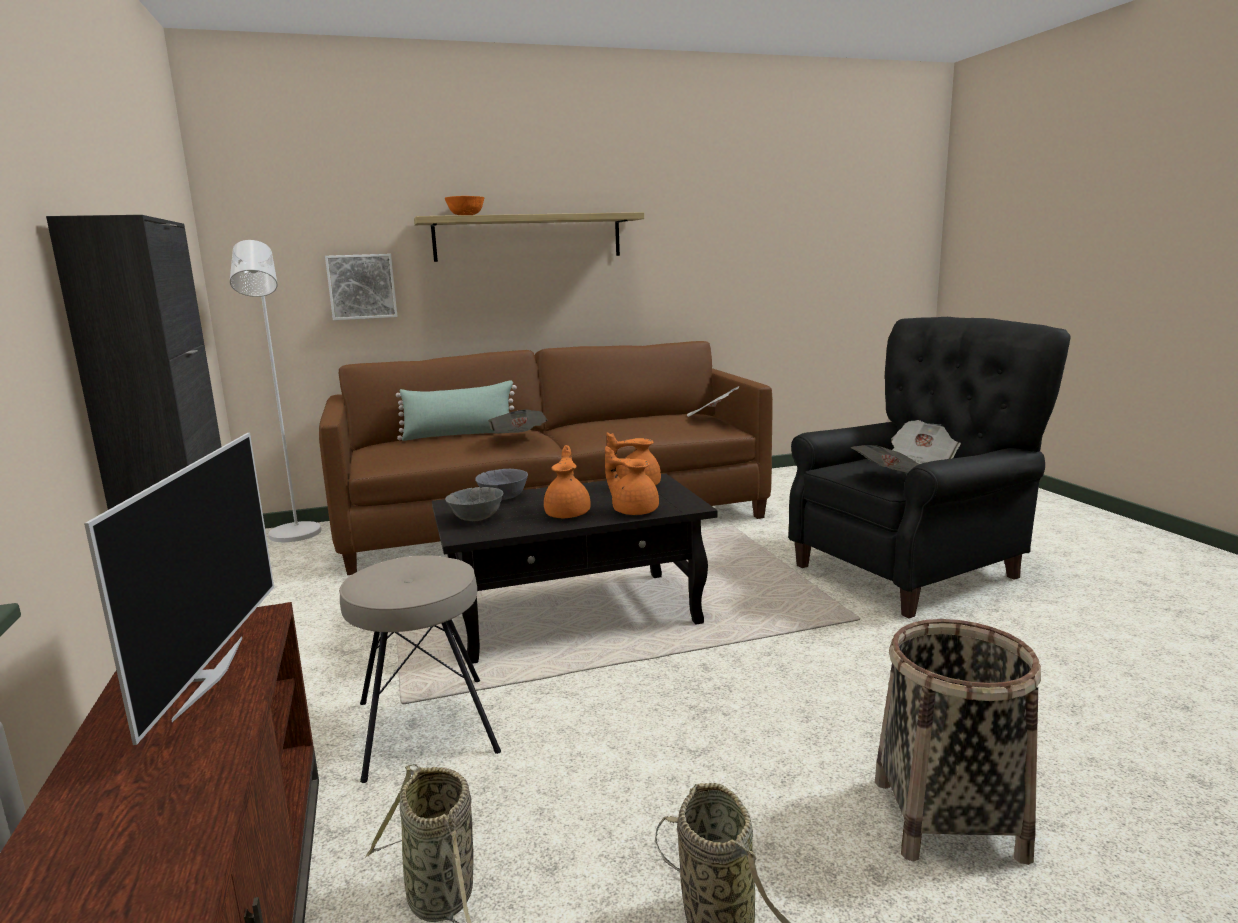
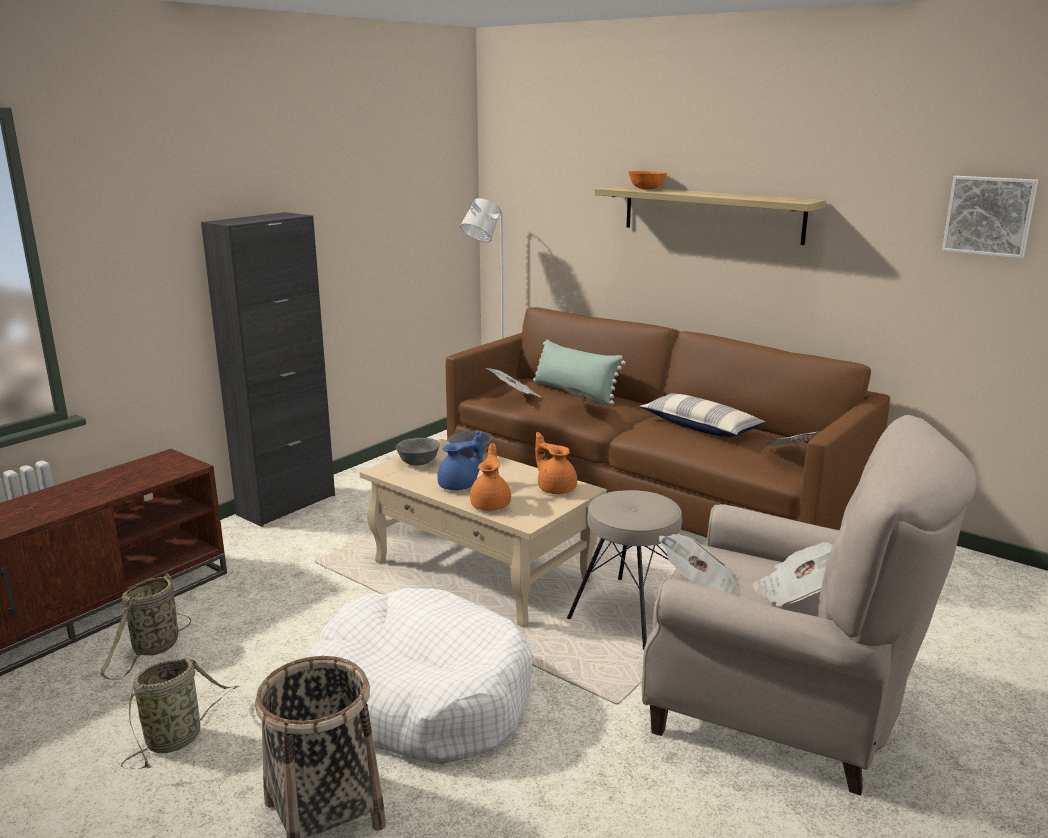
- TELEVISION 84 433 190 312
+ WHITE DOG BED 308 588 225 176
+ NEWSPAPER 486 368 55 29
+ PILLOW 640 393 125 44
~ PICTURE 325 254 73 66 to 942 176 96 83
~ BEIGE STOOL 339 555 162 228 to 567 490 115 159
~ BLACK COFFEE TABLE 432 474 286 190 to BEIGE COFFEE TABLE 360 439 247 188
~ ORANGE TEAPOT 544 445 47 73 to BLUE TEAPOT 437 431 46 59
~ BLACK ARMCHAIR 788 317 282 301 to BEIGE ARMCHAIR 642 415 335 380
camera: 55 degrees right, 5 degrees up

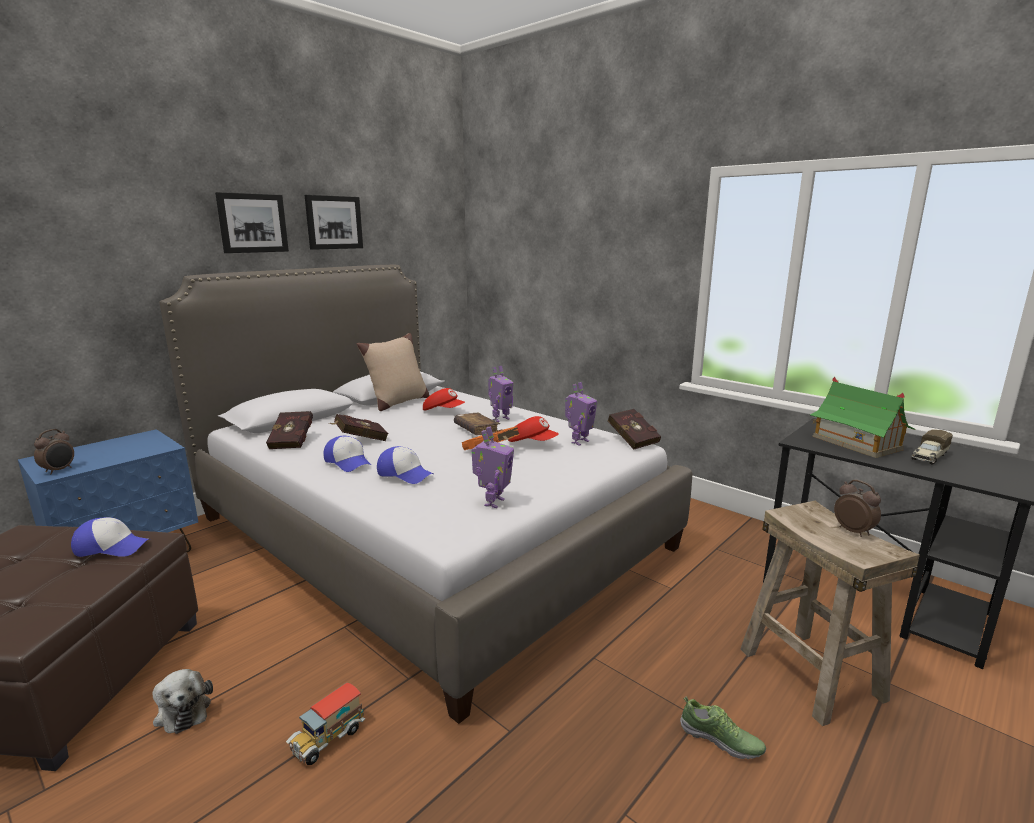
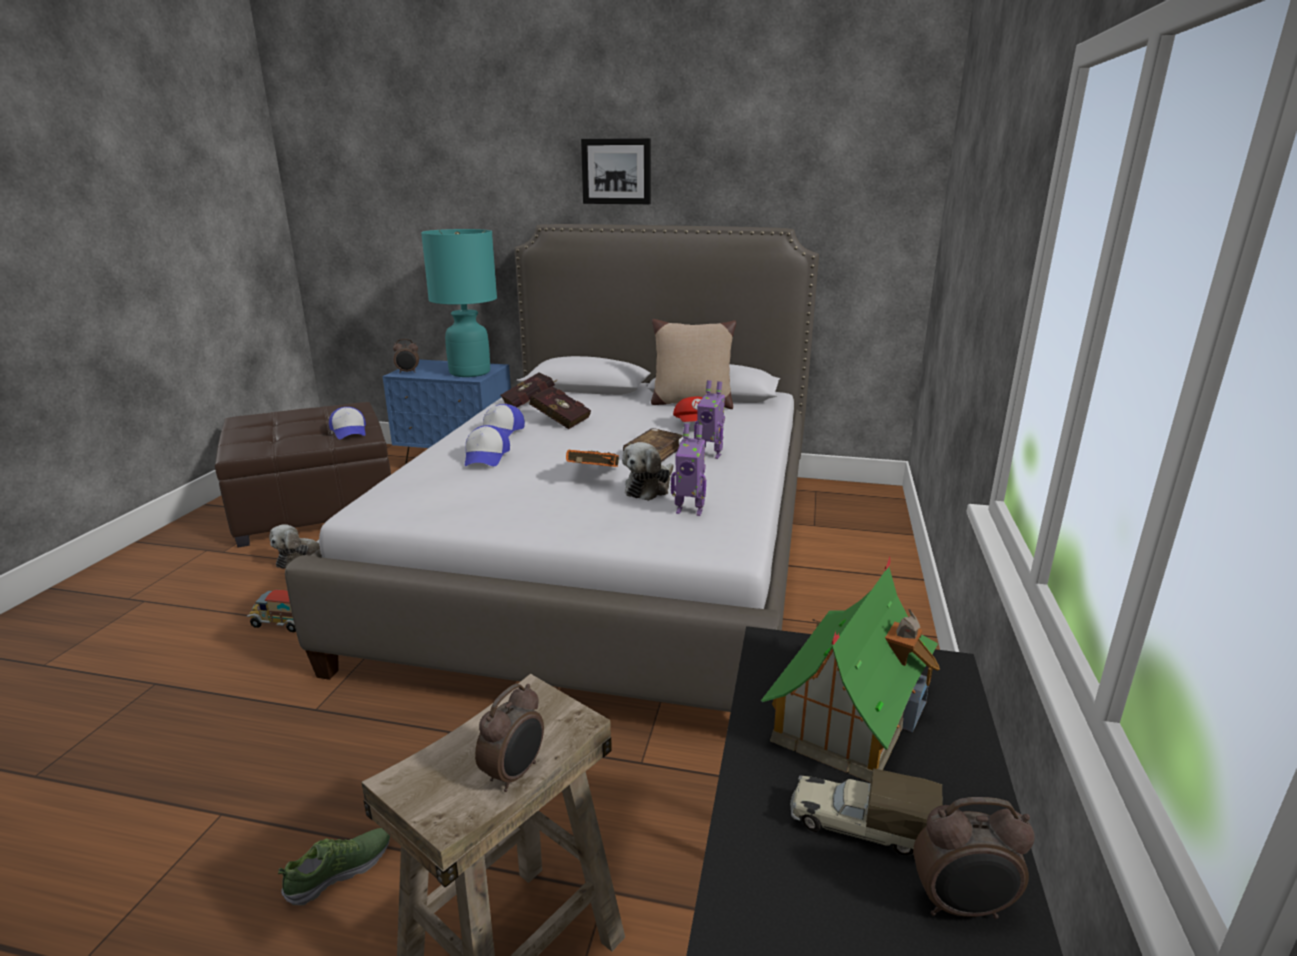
- PICTURE 305 195 58 55
- TOY ROBOT 472 427 42 81
- RED BOOK 608 409 53 41
+ TURQUOISE TABLE LAMP 421 229 76 148
+ ALARM CLOCK 913 797 122 122
~ RED CAP 508 416 51 26 to PLUSH TOY 622 442 52 59
~ SHOE 680 696 86 63 = 278 828 112 78 135 degrees counterclockwise
camera: 60 degrees right, 5 degrees up

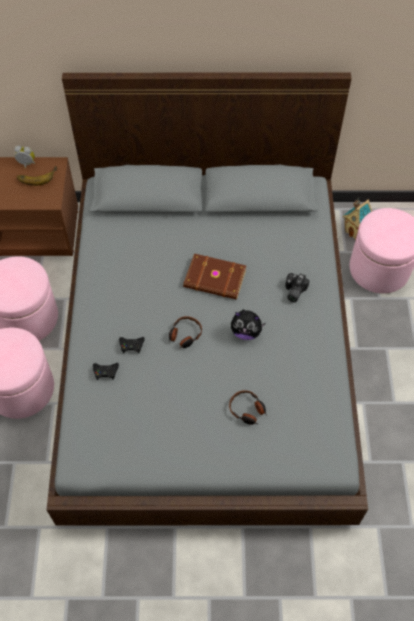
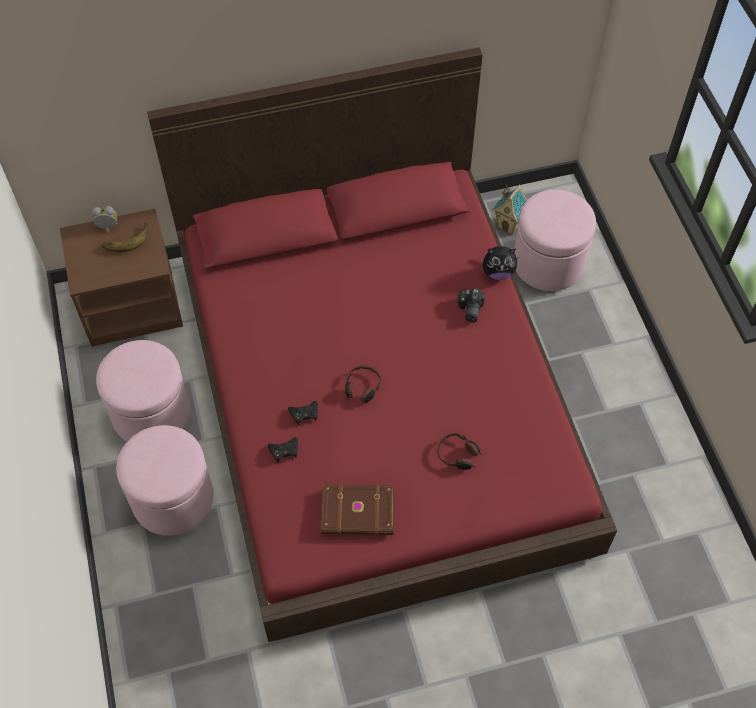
~ BROWN BOOK 183 254 63 46 to 320 484 74 51
~ PLUSH TOY 231 309 35 31 to 483 246 35 34
~ GREY BED 46 72 322 454 to RED BED 147 47 470 595
camera: 15 degrees left, 0 degrees up

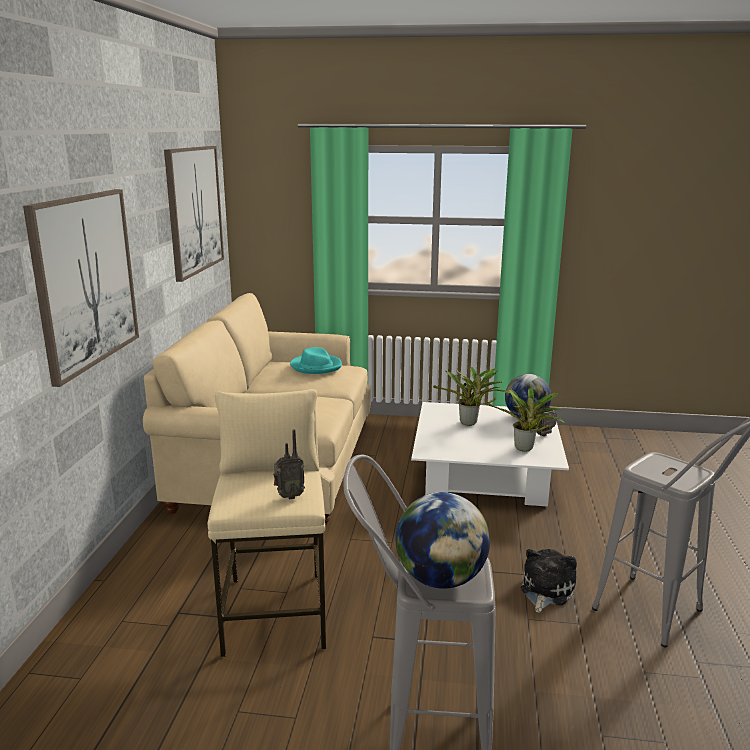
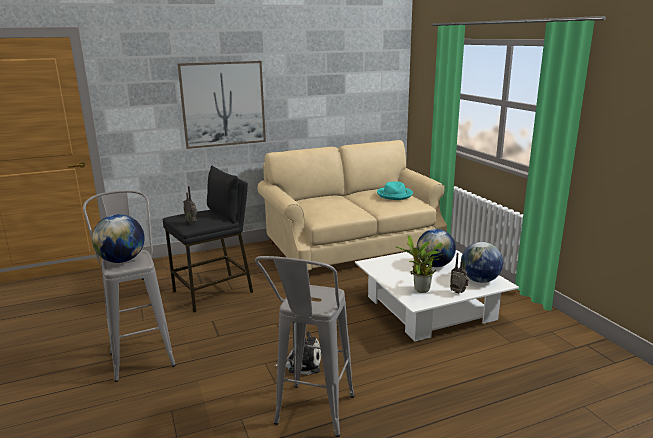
- PICTURE 164 146 60 136
~ POTTED PLANT 433 367 78 59 to GLOBE 417 229 39 38
~ BEIGE STOOL 208 389 118 268 to BLACK STOOL 163 166 90 146
camera: 60 degrees right, 0 degrees up

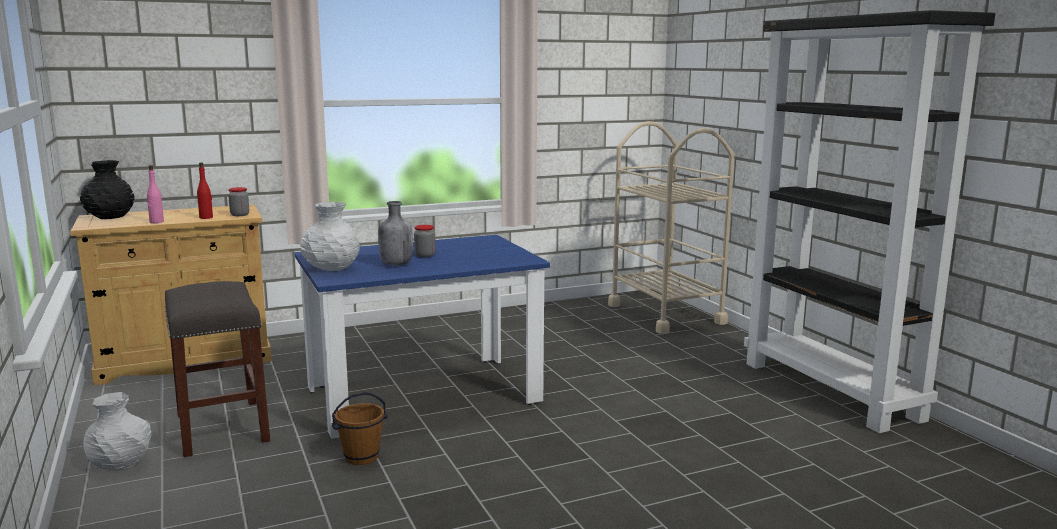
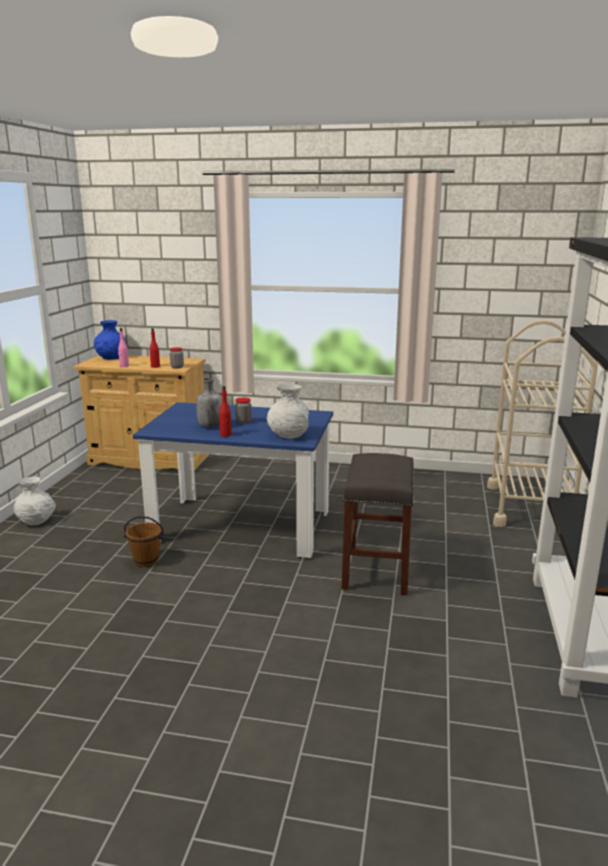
+ RED BOTTLE 219 386 13 51
~ GREY STOOL 165 281 105 176 to 342 453 72 142
~ WHITE VASE 300 202 60 69 to 267 384 42 55
~ BLACK VASE 80 160 55 59 to BLUE VASE 94 320 32 40
camera: 35 degrees right, 5 degrees up

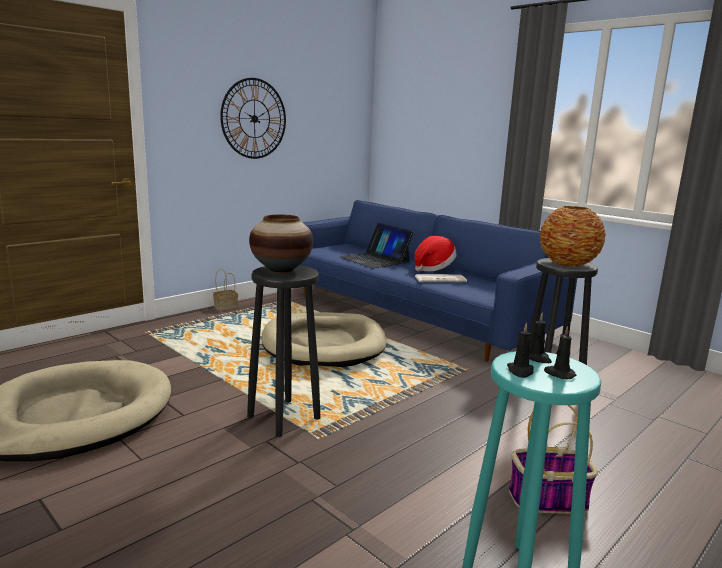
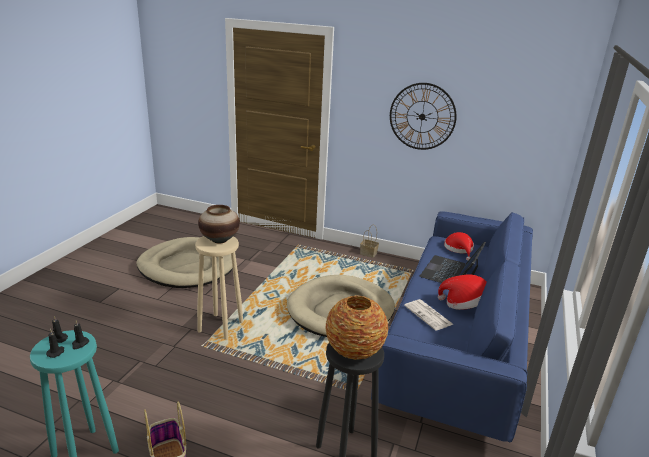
+ RED HAT 444 232 30 29
~ BLACK STOOL 247 265 74 172 to BEIGE STOOL 195 236 48 104
camera: 65 degrees right, 10 degrees up

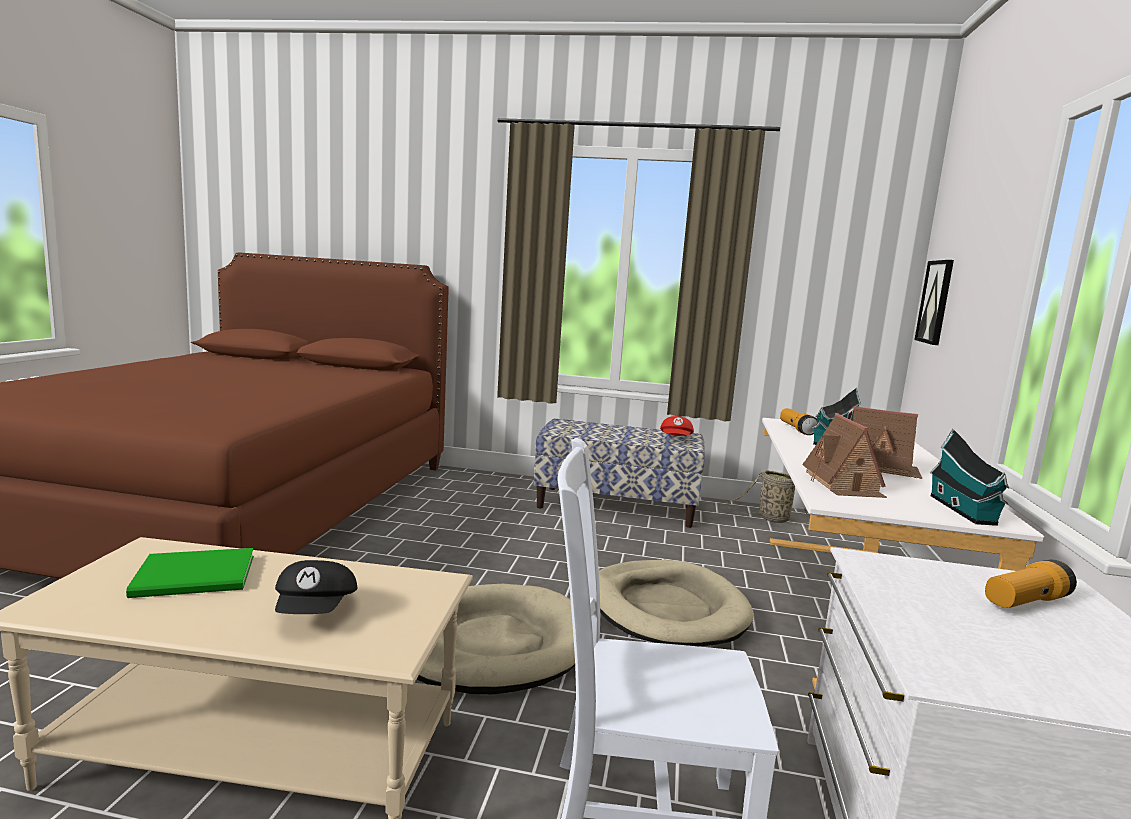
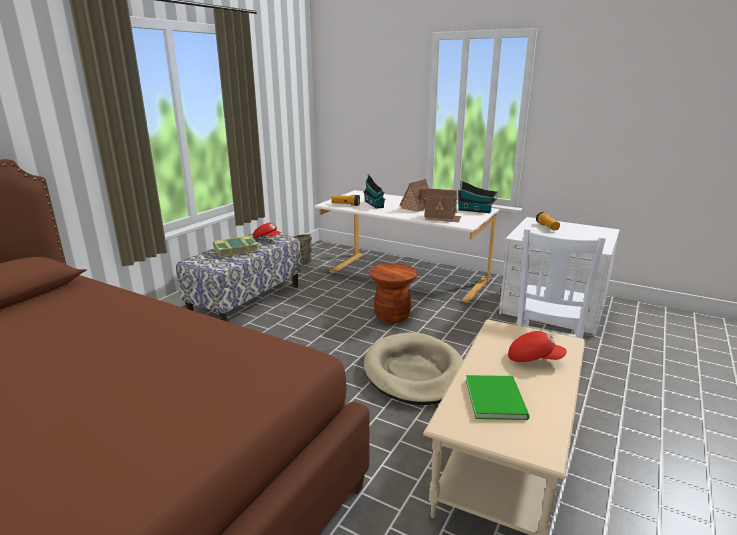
- PICTURE 914 260 40 85
+ BOOK 213 236 46 22
~ BEIGE DOG BED 599 560 155 86 to BROWN STOOL 369 263 49 60
~ BLACK CAP 275 560 82 54 to RED CAP 508 331 59 31
camera: 70 degrees left, 10 degrees up

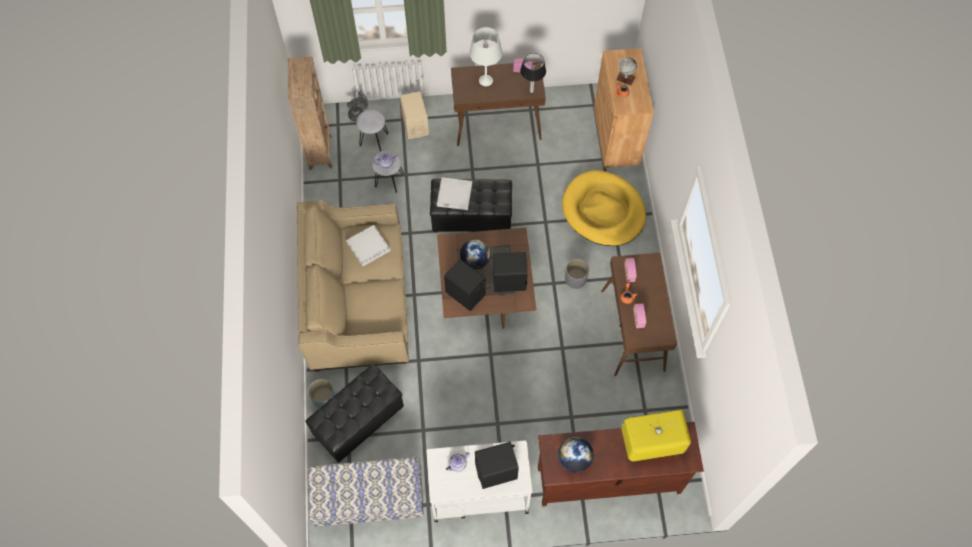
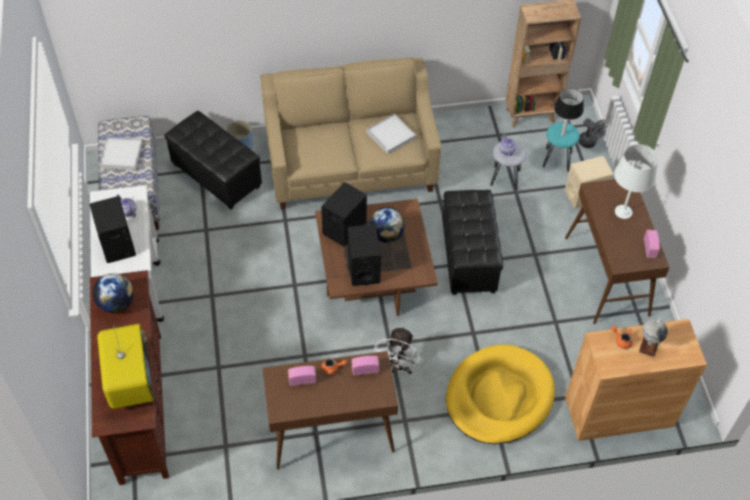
~ WHITE TRAY 437 177 35 33 to 99 137 43 33
~ TABLE LAMP 520 53 26 40 to 554 88 30 48
~ GREY PLANTER 565 259 25 30 to WHITE FAN 373 326 46 48
~ GREY STOOL 356 109 32 43 to TURQUOISE STOOL 543 122 37 50
camera: 85 degrees right, 10 degrees down

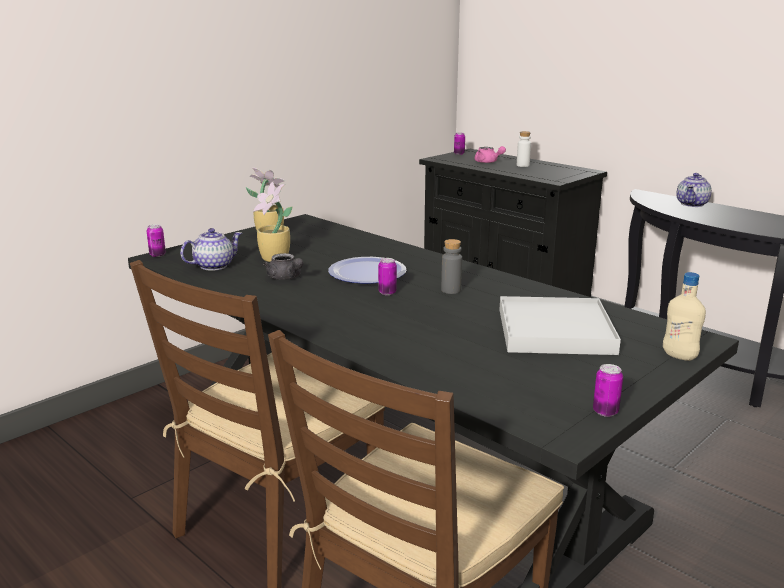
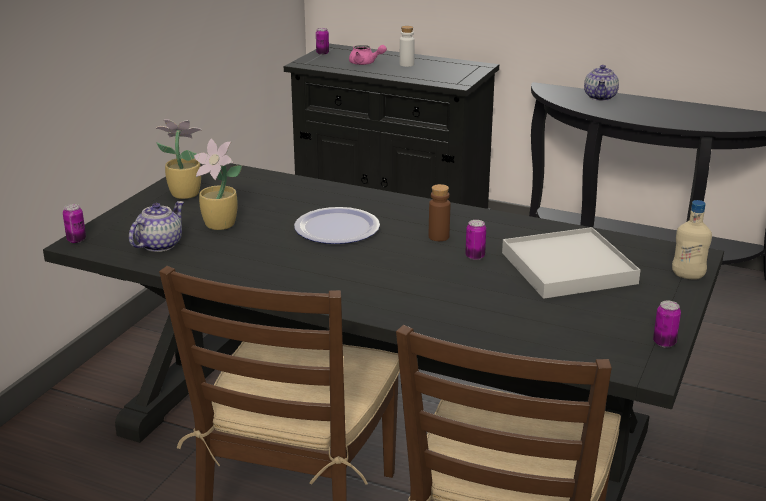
- GREY TEAPOT 263 253 41 27
~ CAN 378 258 19 37 to 465 220 21 40
~ GREY BOTTLE 441 239 21 55 to BROWN BOTTLE 429 184 21 57
camera: 20 degrees left, 5 degrees up

